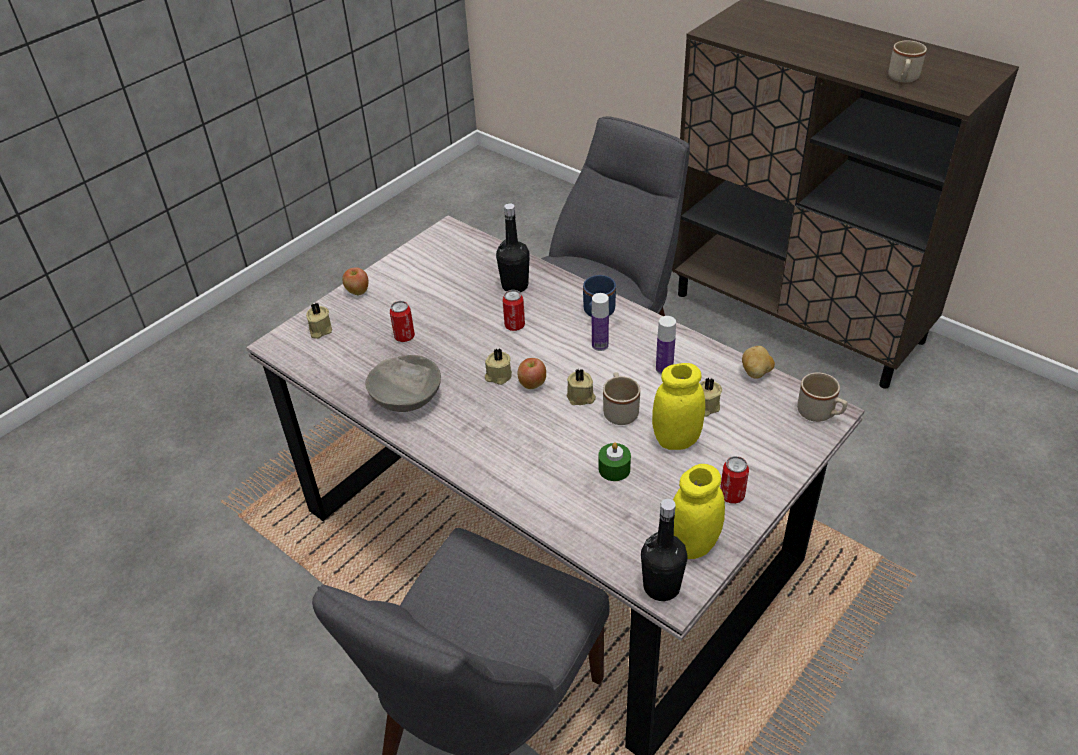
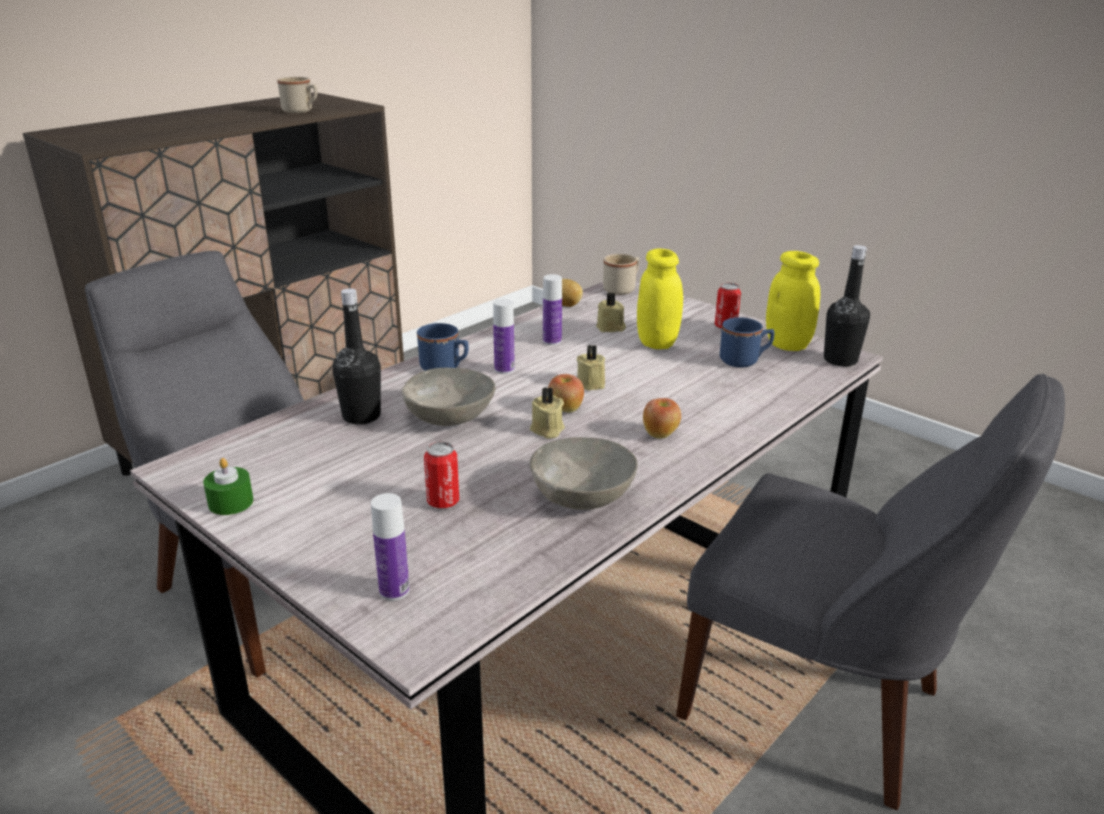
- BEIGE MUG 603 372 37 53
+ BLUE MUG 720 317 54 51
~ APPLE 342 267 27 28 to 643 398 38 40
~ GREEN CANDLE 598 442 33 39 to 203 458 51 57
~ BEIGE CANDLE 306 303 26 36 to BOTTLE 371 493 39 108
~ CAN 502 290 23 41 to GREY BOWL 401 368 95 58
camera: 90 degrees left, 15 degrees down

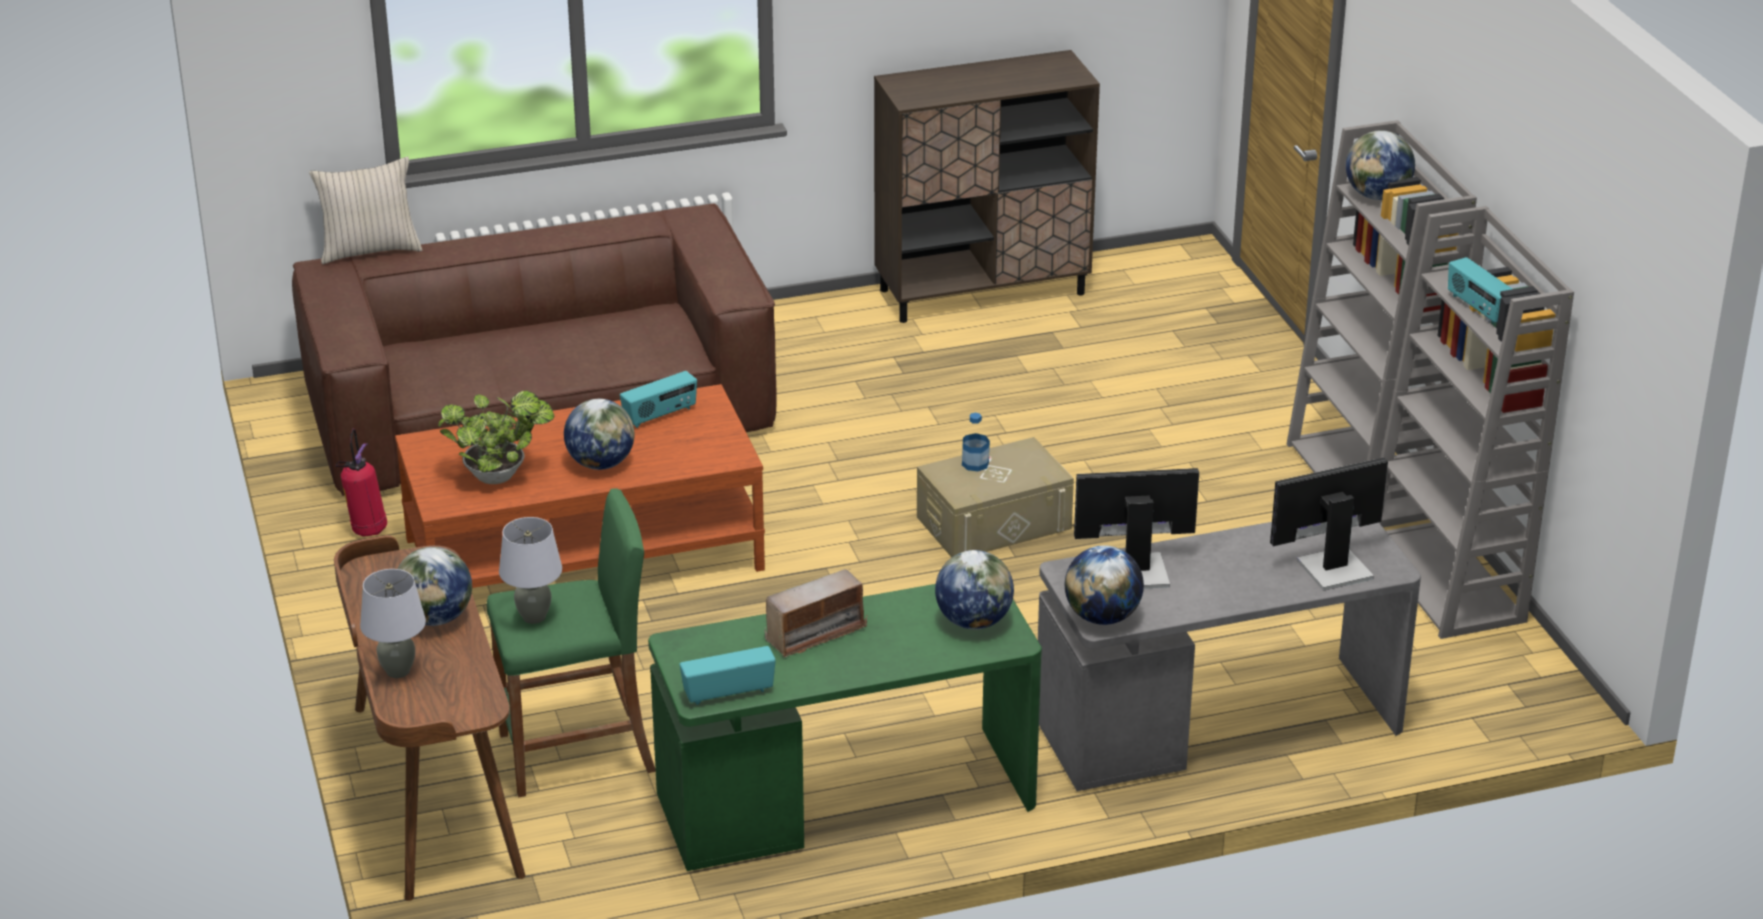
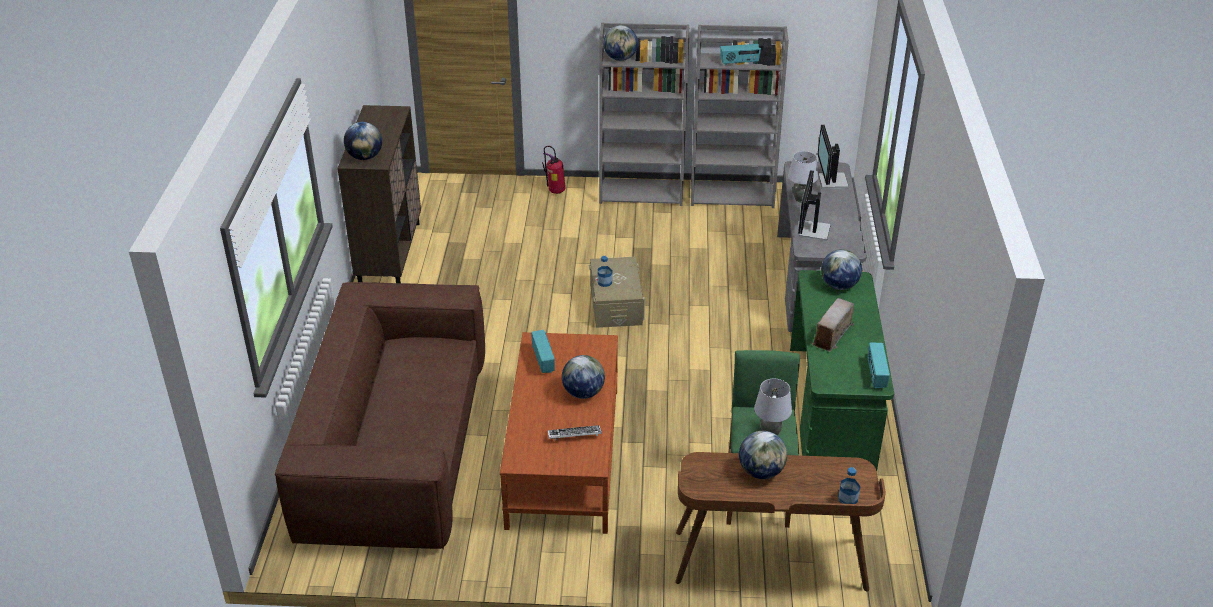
- BEIGE PILLOW 309 157 113 107
+ BOTTLE 838 467 23 37
~ FIRE EXTINGUISHER 335 428 52 109 to 542 146 24 48
~ GREY TABLE LAMP 360 569 66 109 to 788 151 30 51
~ GLOBE 1065 545 79 80 to 344 122 38 38
~ POTTED PLANT 438 390 116 94 to KEYBOARD 548 425 54 15
~ RADIO 764 569 103 89 = 812 298 42 54 135 degrees counterclockwise
camera: 70 degrees left, 5 degrees up

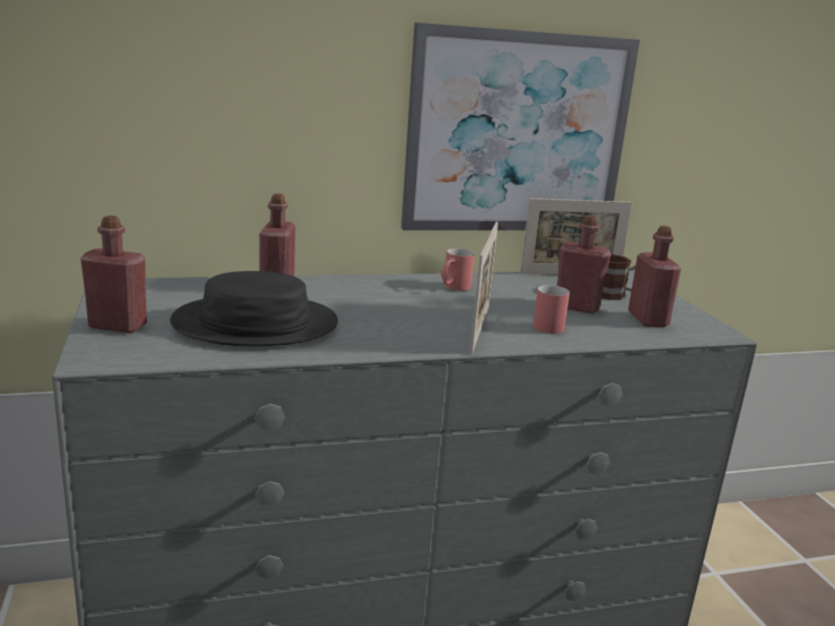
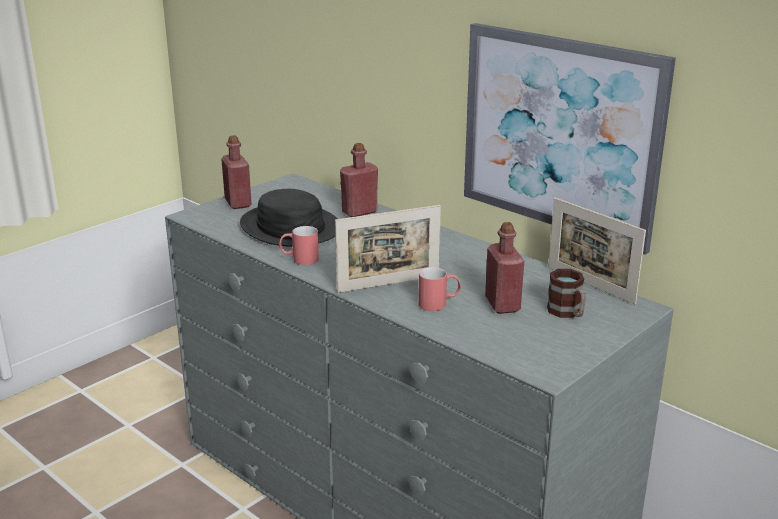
- RED BOTTLE 628 226 53 101
~ RED MUG 441 248 34 43 to 279 226 40 39
camera: 60 degrees right, 5 degrees up

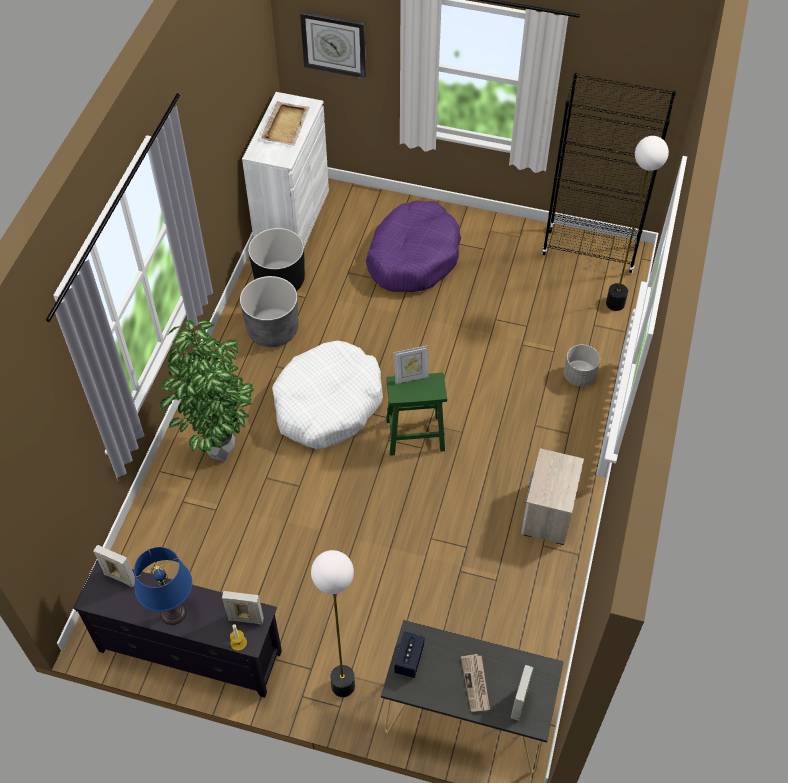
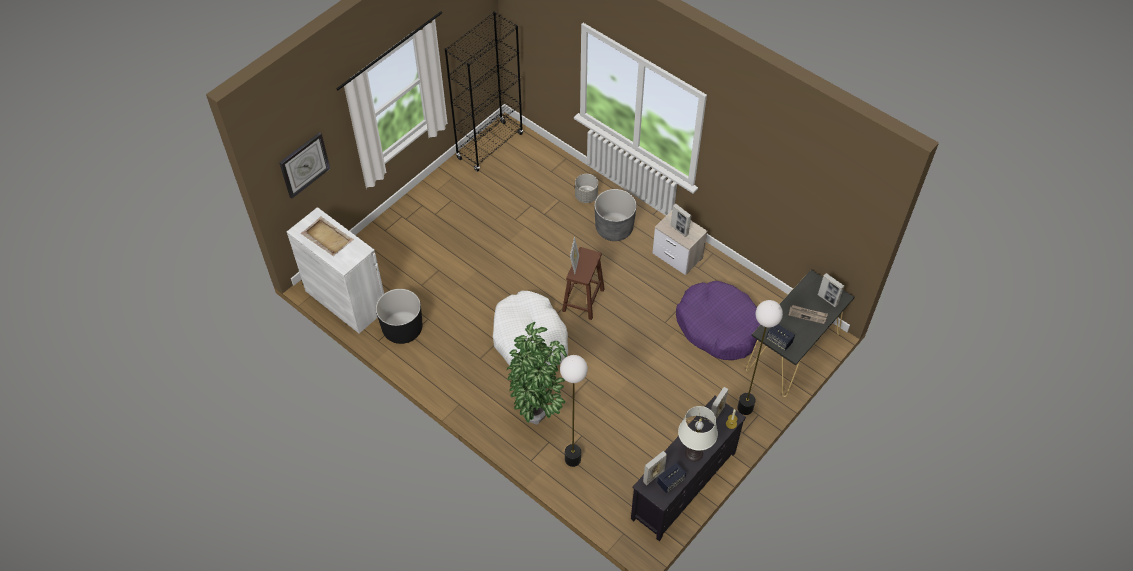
+ SPEAKER 657 462 29 31
+ PICTURE FRAME 671 204 21 33
~ GREY PLANTER 240 276 58 71 to 594 189 43 52
~ PURPLE DOG BED 366 200 95 92 to 676 281 85 79
~ FLOOR LAMP 606 136 63 175 to 560 355 28 112
~ BLUE TABLE LAMP 134 547 58 78 to WHITE TABLE LAMP 678 406 40 56
~ GREEN STOOL 386 373 61 83 to BROWN STOOL 562 247 43 73
camera: 65 degrees left, 0 degrees up

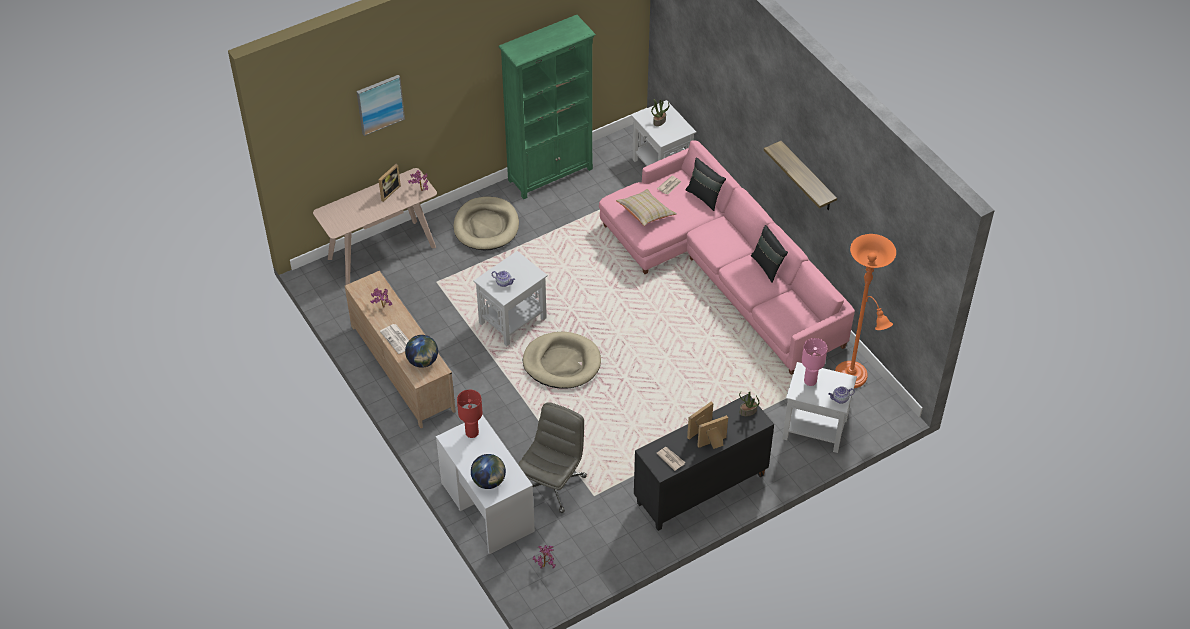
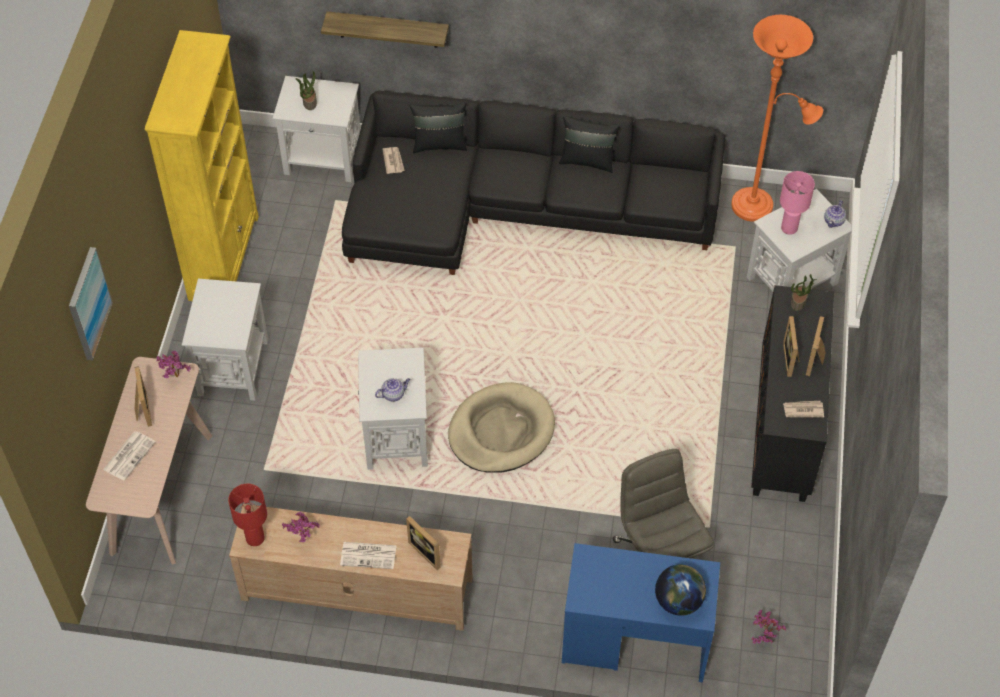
- BEIGE PILLOW 616 189 60 37
+ NEWSPAPER 103 431 53 50
~ RED TABLE LAMP 457 390 26 48 to 228 484 39 62
~ SHELF 764 141 73 69 to 321 11 128 37
~ GLOBE 405 335 33 33 to PICTURE FRAME 406 516 35 54
~ BEIGE DOG BED 454 197 65 53 to WHITE SIDE TABLE 182 279 86 122
~ WHITE DESK 436 415 99 140 to BLUE DESK 562 543 158 139
~ GREEN BOOKCASE 499 15 97 184 to YELLOW BOOKCASE 145 30 114 271
~ PINK SOFA 599 141 256 234 to BLACK SOFA 342 90 383 185
camera: 50 degrees left, 5 degrees up

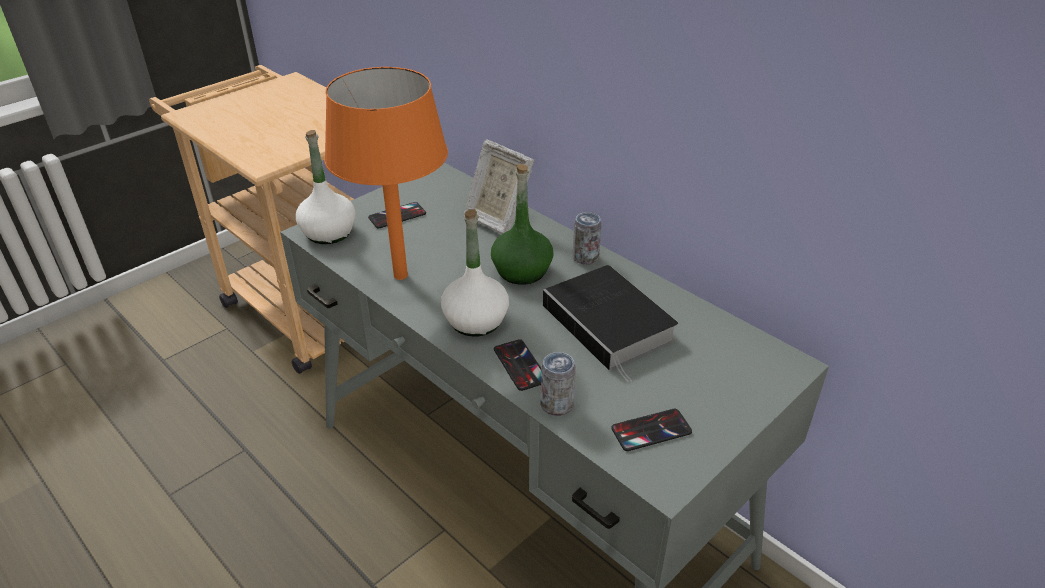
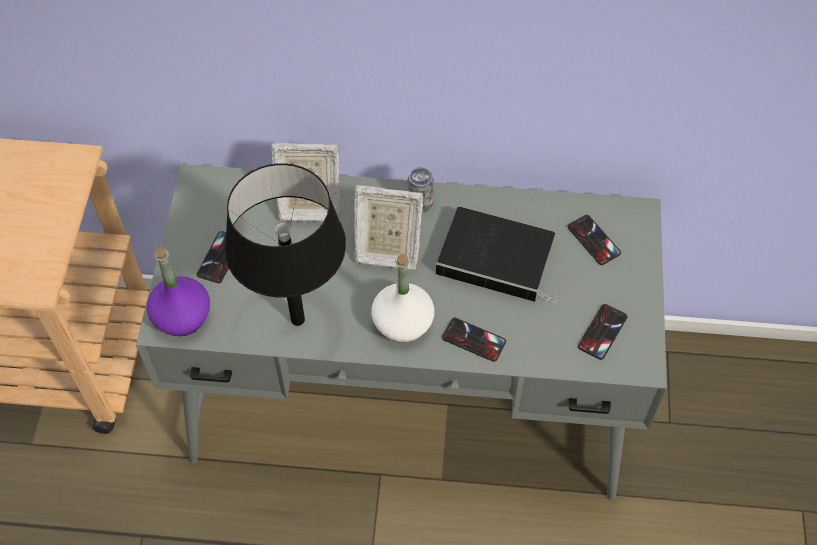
- CAN 541 352 35 64
+ PHONE 568 215 53 50
~ GREEN BOTTLE 491 164 62 121 to PICTURE FRAME 354 185 69 85
~ WHITE BOTTLE 296 130 60 114 to PURPLE BOTTLE 147 247 63 89
~ ORANGE TABLE LAMP 324 67 124 213 to BLACK TABLE LAMP 224 163 122 163
camera: 40 degrees left, 20 degrees up

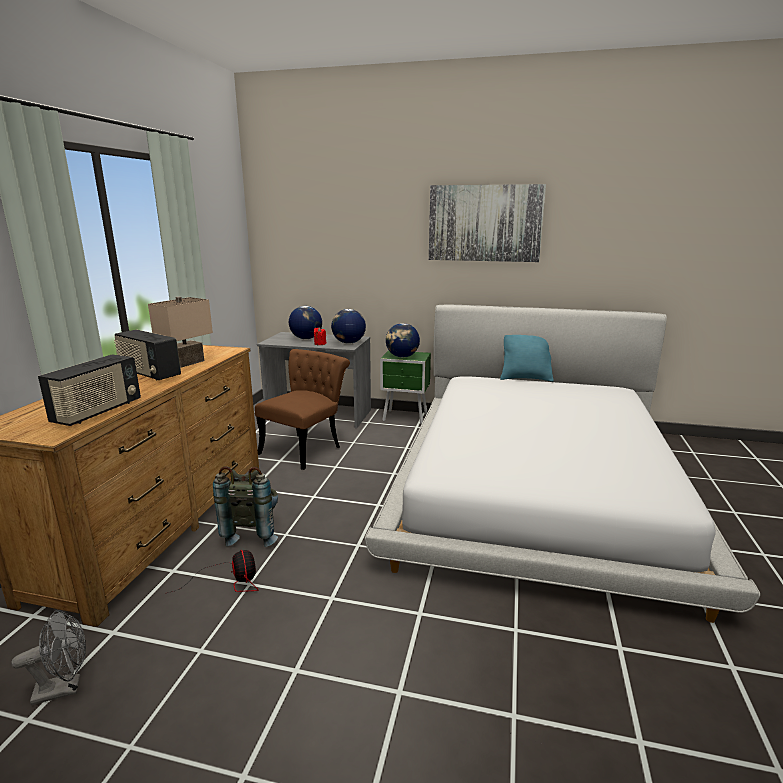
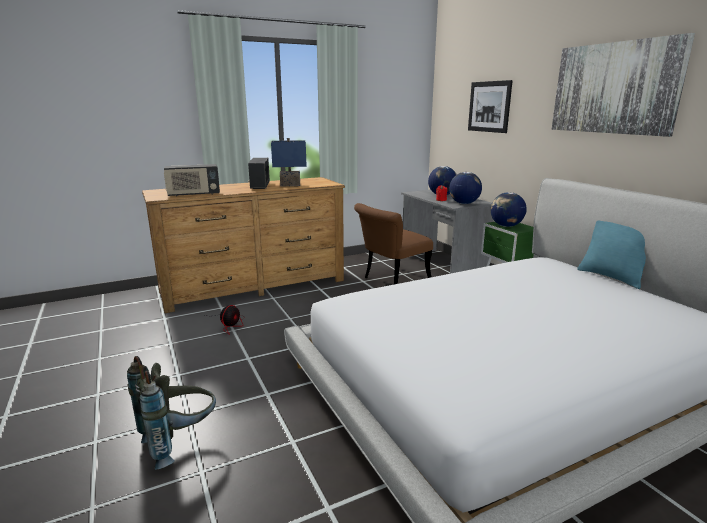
- GREY FAN 11 610 75 95
+ PICTURE 468 80 45 53
~ GREY BACKPACK 213 466 65 81 to 127 356 89 114
~ BEIGE TABLE LAMP 148 297 65 71 to BLUE TABLE LAMP 271 138 36 49
~ BROWN CHAIR 255 349 95 121 = 354 203 79 81 150 degrees clockwise
camera: 50 degrees right, 0 degrees up

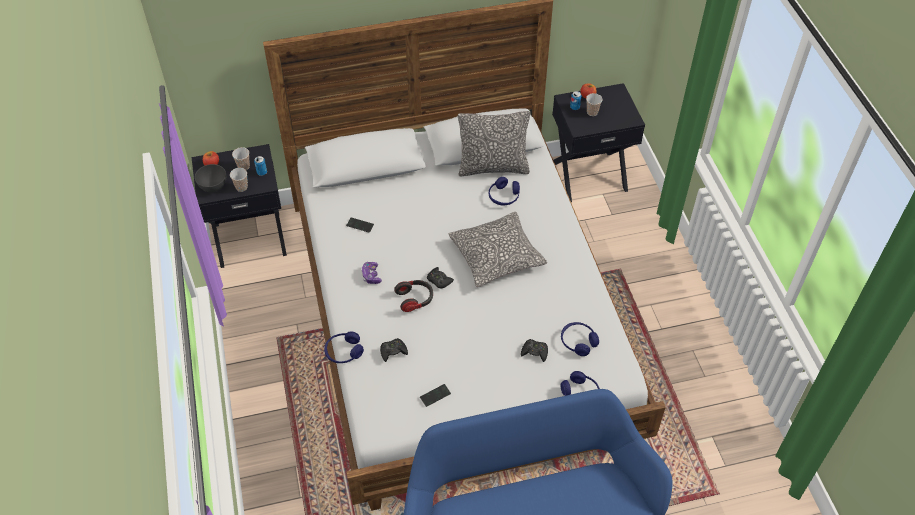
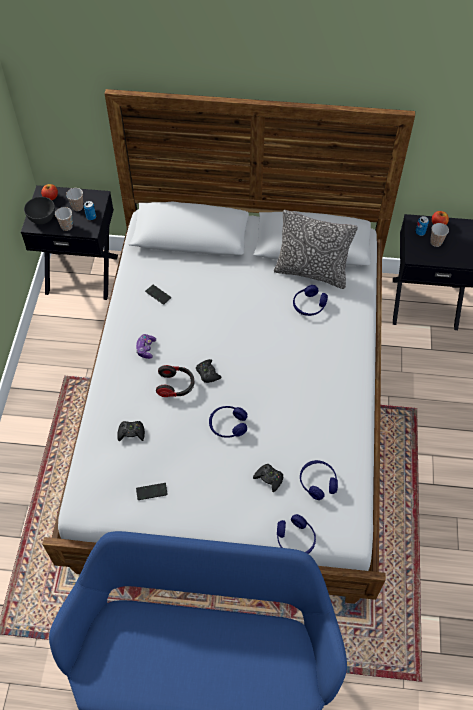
- PILLOW 449 211 98 76
~ BLUE HEADPHONES 324 331 40 32 to 209 406 39 32
camera: 20 degrees right, 5 degrees up

